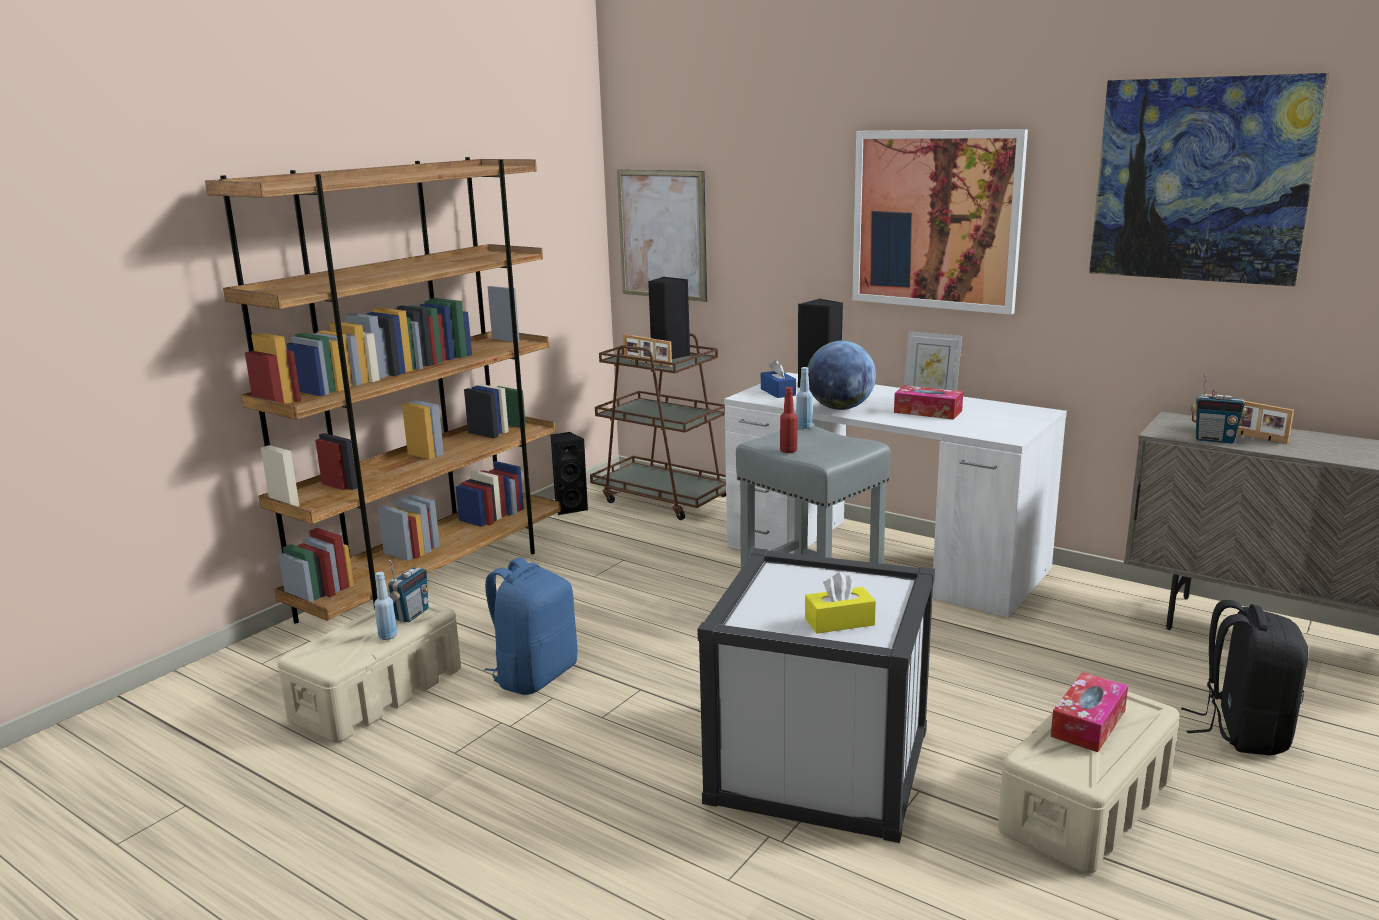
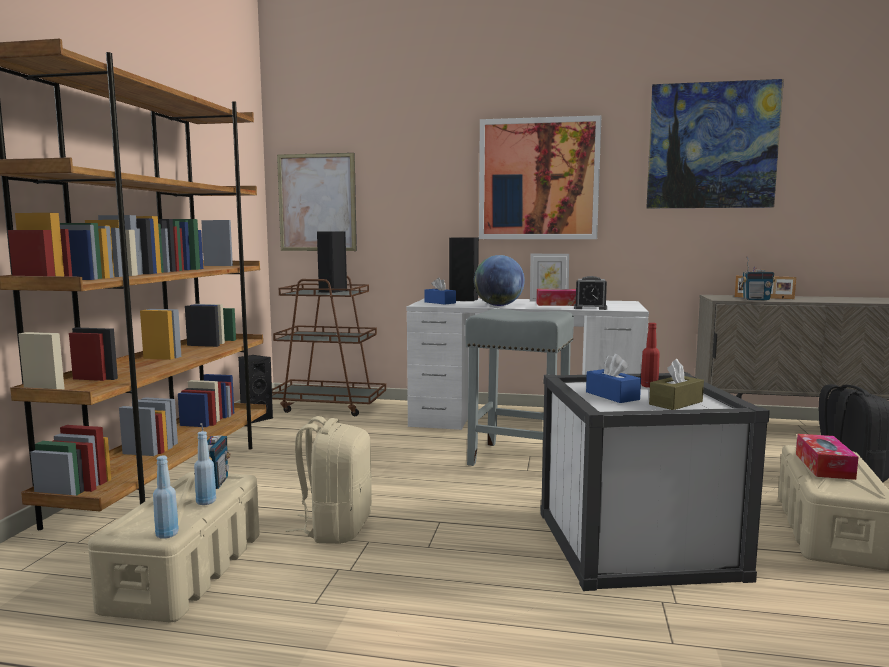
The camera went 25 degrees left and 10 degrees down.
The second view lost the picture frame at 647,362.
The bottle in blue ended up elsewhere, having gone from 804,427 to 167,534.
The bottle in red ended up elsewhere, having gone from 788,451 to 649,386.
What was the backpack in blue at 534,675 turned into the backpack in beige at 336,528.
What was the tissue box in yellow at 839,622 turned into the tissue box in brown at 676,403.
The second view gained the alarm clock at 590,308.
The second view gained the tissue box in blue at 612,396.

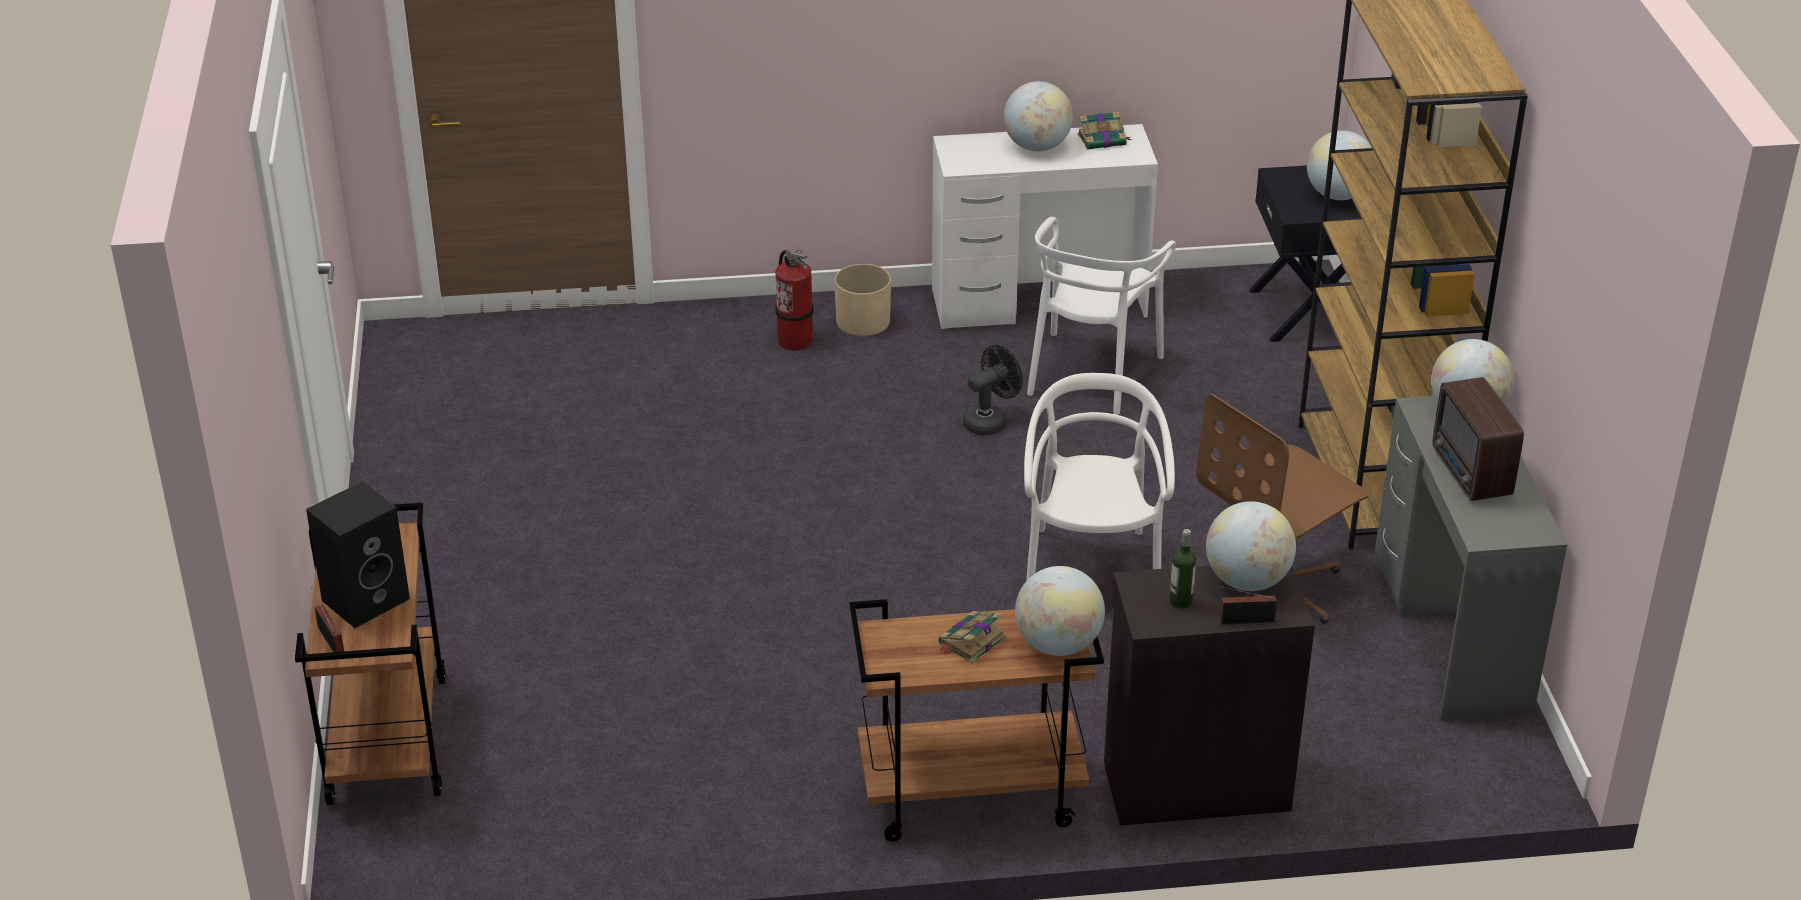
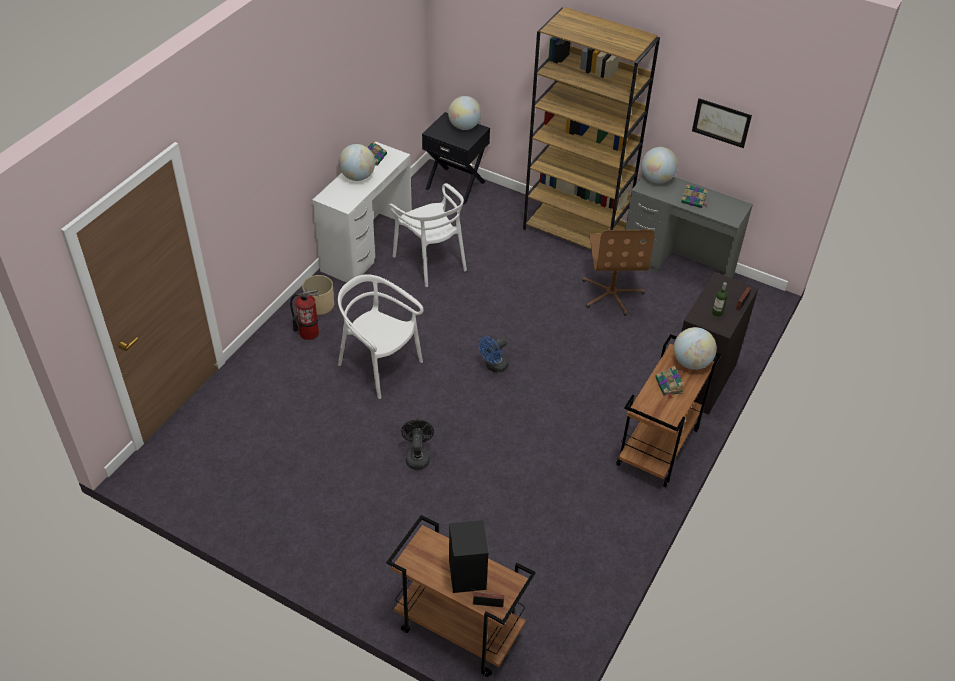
The camera went 55 degrees left and 10 degrees up.
The fan in black ended up elsewhere, having gone from 990,421 to 417,456.
The chair in white ended up elsewhere, having gone from 1091,572 to 379,366.
Where the radio stood at 1470,474, the book came to stand at 694,200.
The second view lost the globe at 1247,581.
The second view gained the picture at 721,122.
The second view gained the fan in blue at 494,366.

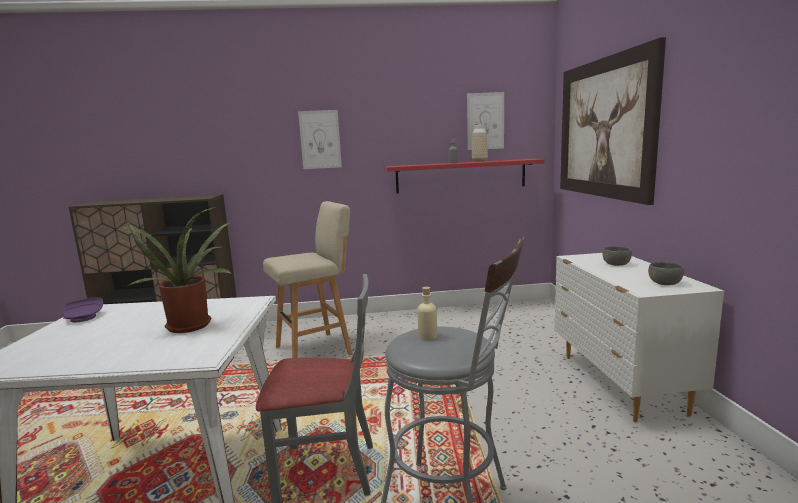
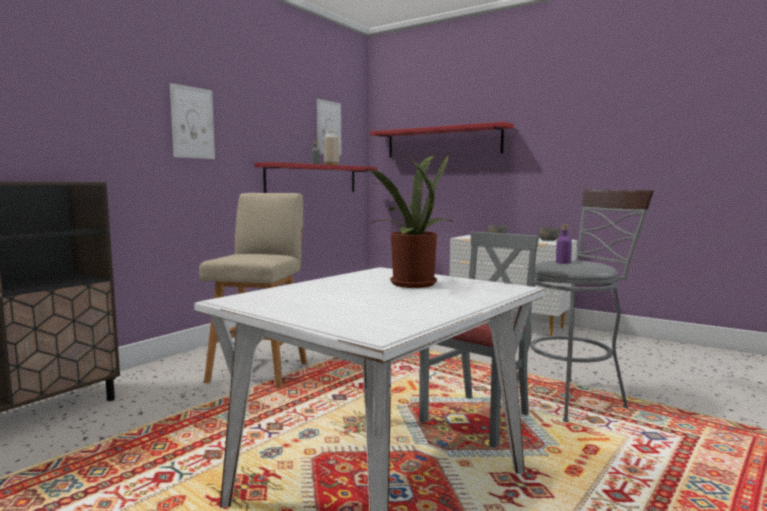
The camera went 50 degrees left and 5 degrees down.
Where the picture hung at 604,128, the shelf in red came to hang at 442,142.
What was the bottle in beige at 427,336 turned into the bottle in purple at 563,262.
The second view lost the plate in purple at 84,317.

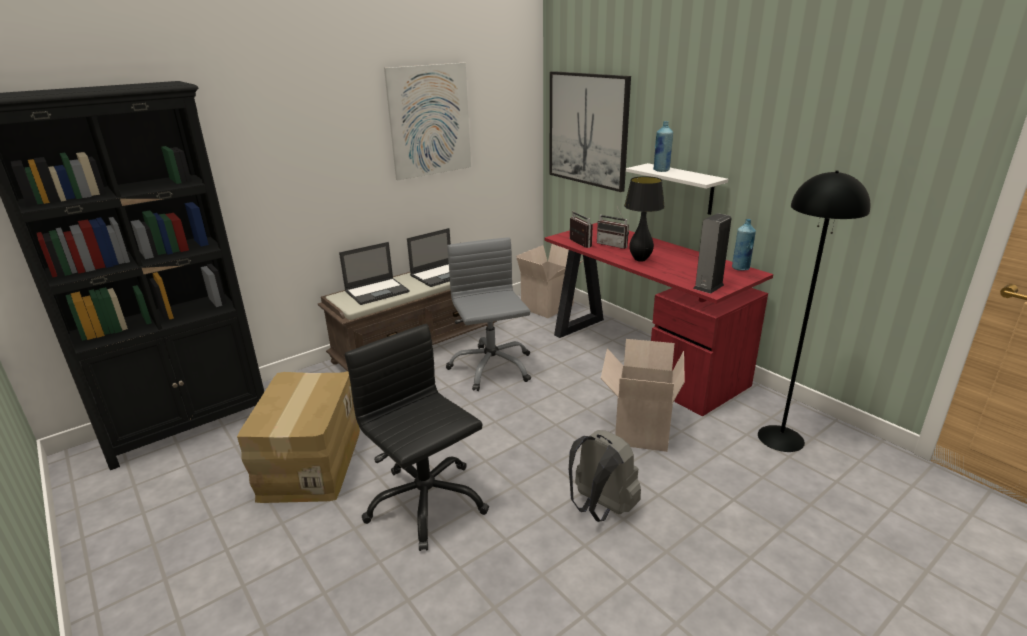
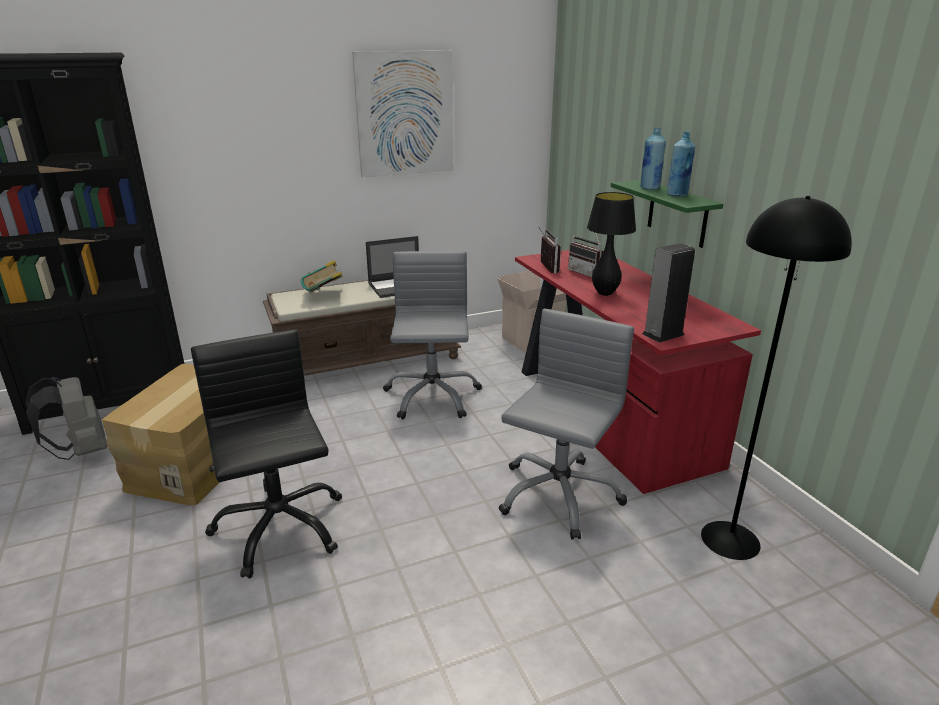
The camera went 15 degrees right and 0 degrees up.
The second view lost the picture at 588,129.
What was the shelf in white at 684,189 turned into the shelf in green at 677,213.
The bottle in blue ended up elsewhere, having gone from 740,268 to 677,195.
Where the laptop stood at 377,291, the book came to stand at 324,295.
Where the cardboard box stood at 640,429, the office chair in grey came to stand at 558,495.
The backpack in grey ended up elsewhere, having gone from 600,508 to 82,451.

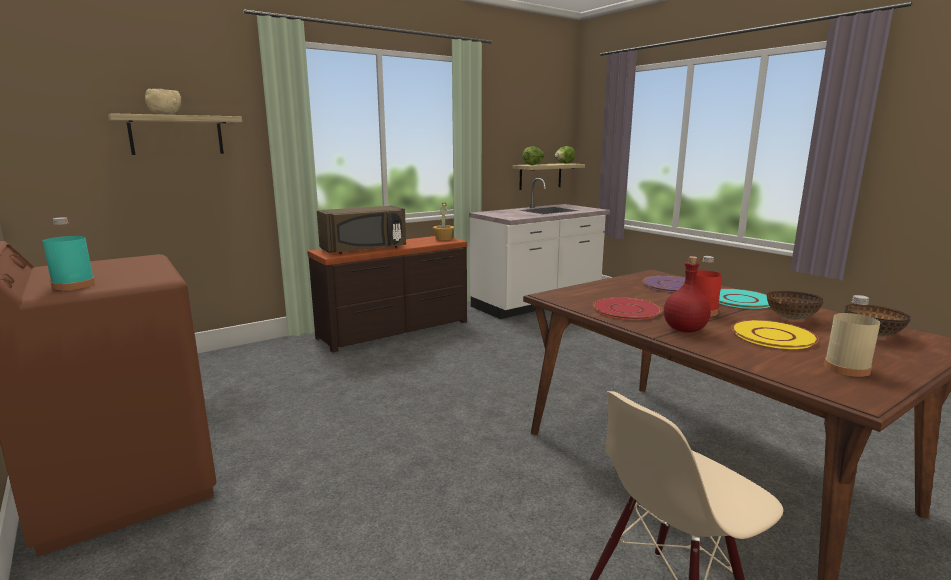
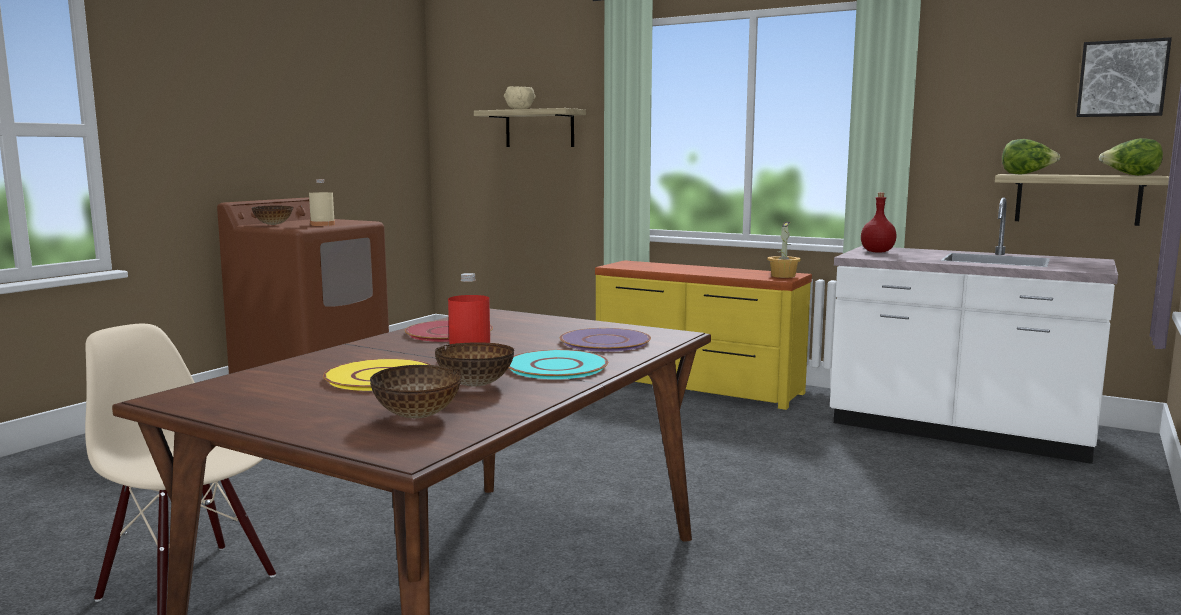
The camera went 65 degrees right and 5 degrees down.
The second view lost the microwave in brown at 365,249.
Where the bottle in turquoise stood at 73,285, the bowl came to stand at 273,224.
What was the dresser in brown at 395,330 turned into the dresser in yellow at 696,387.
The bottle in red ended up elsewhere, having gone from 685,330 to 877,252.
The bottle in beige ended up elsewhere, having gone from 846,368 to 322,224.
The second view gained the picture at 1122,78.

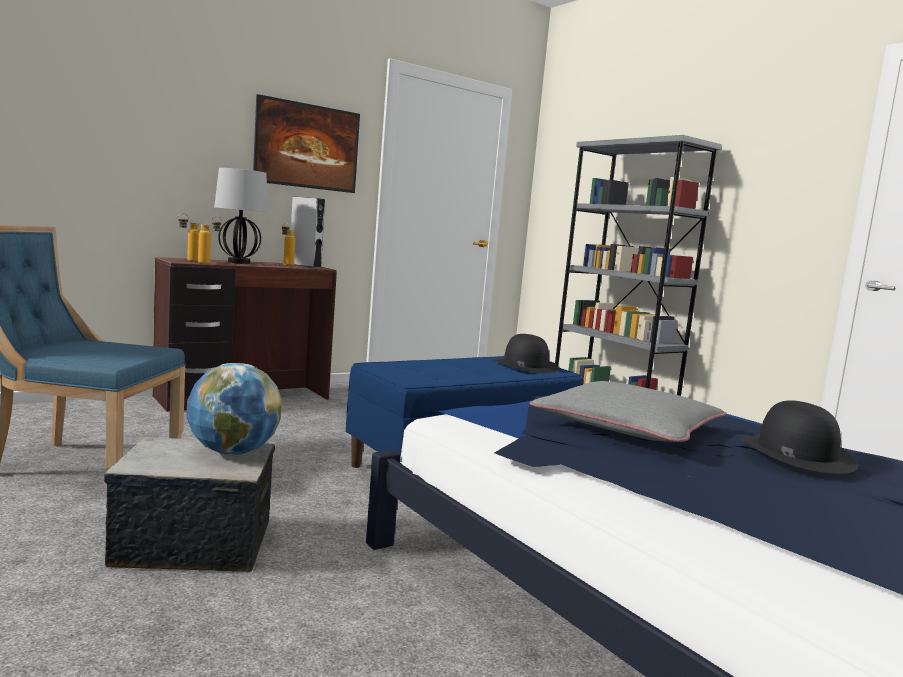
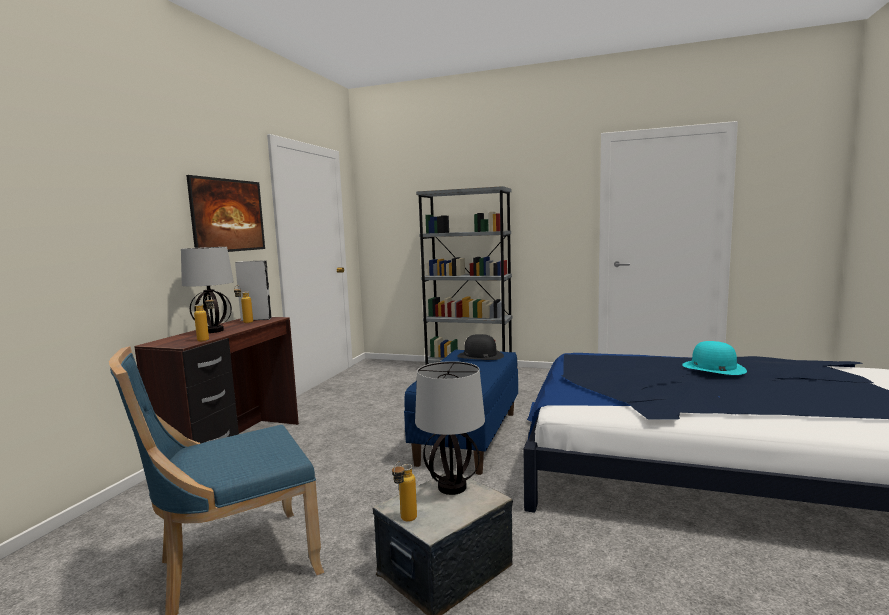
The camera went 35 degrees left and 0 degrees up.
The bottle ended up elsewhere, having gone from 188,260 to 405,521.
Where the globe stood at 232,452, the table lamp came to stand at 452,487.
The second view lost the pillow in grey at 627,426.
What was the hat in black at 796,453 turned into the hat in turquoise at 713,367.

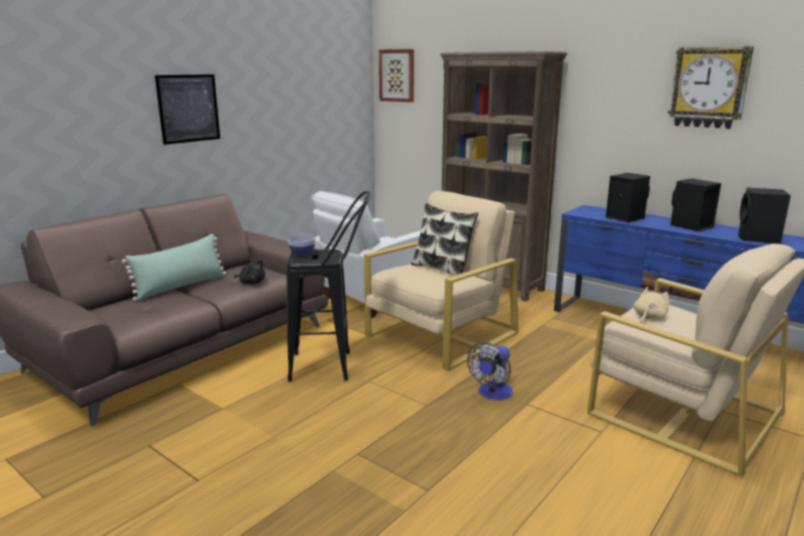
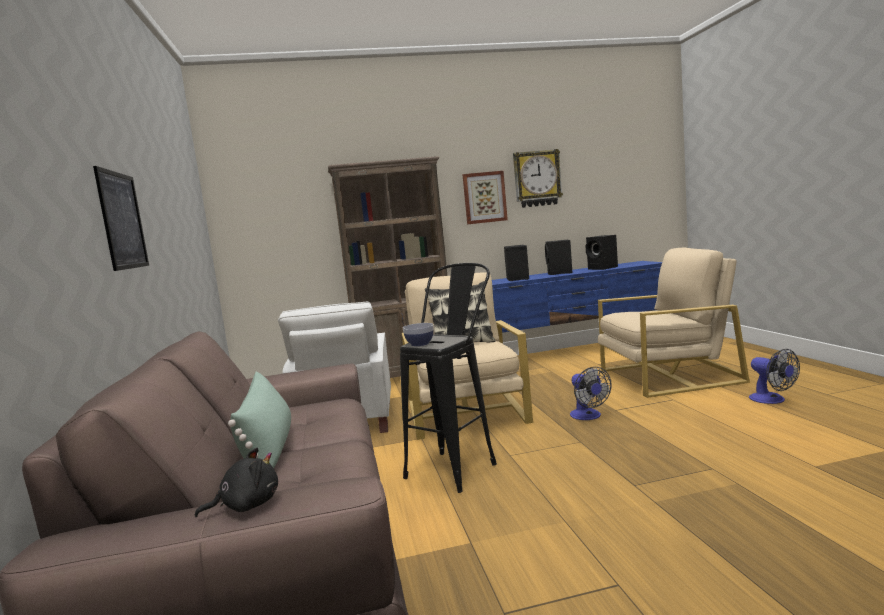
The camera went 50 degrees left and 10 degrees down.
The picture ended up elsewhere, having gone from 397,75 to 484,197.
The plush toy in black ended up elsewhere, having gone from 251,282 to 246,505.
The second view lost the plush toy in beige at 649,317.
The second view gained the fan at 772,400.

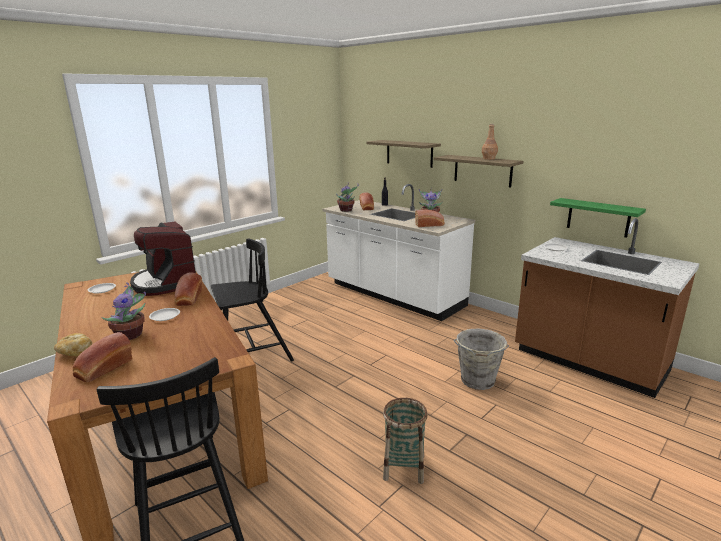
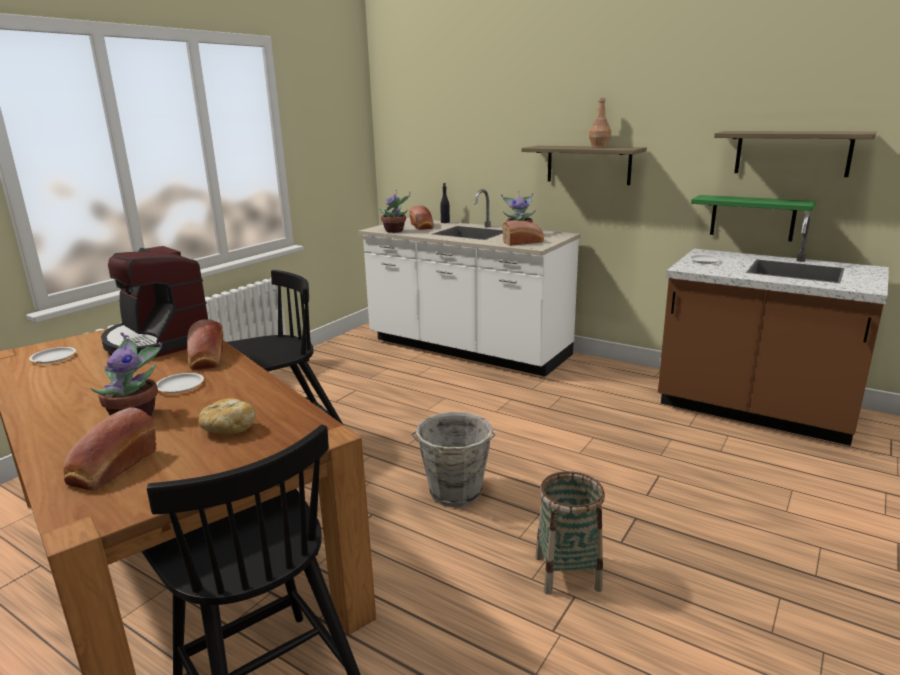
The camera went 10 degrees left and 0 degrees up.
The shelf ended up elsewhere, having gone from 409,153 to 792,153.
The bucket in grey ended up elsewhere, having gone from 477,381 to 455,493.
The bread ended up elsewhere, having gone from 75,352 to 228,429.

